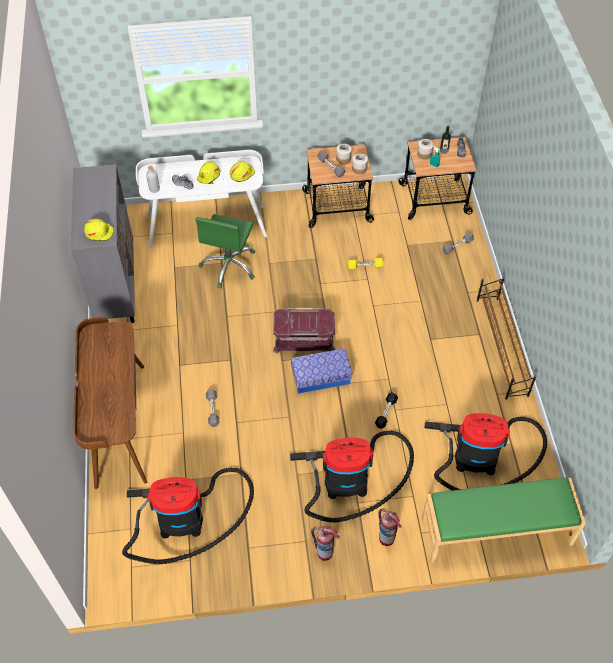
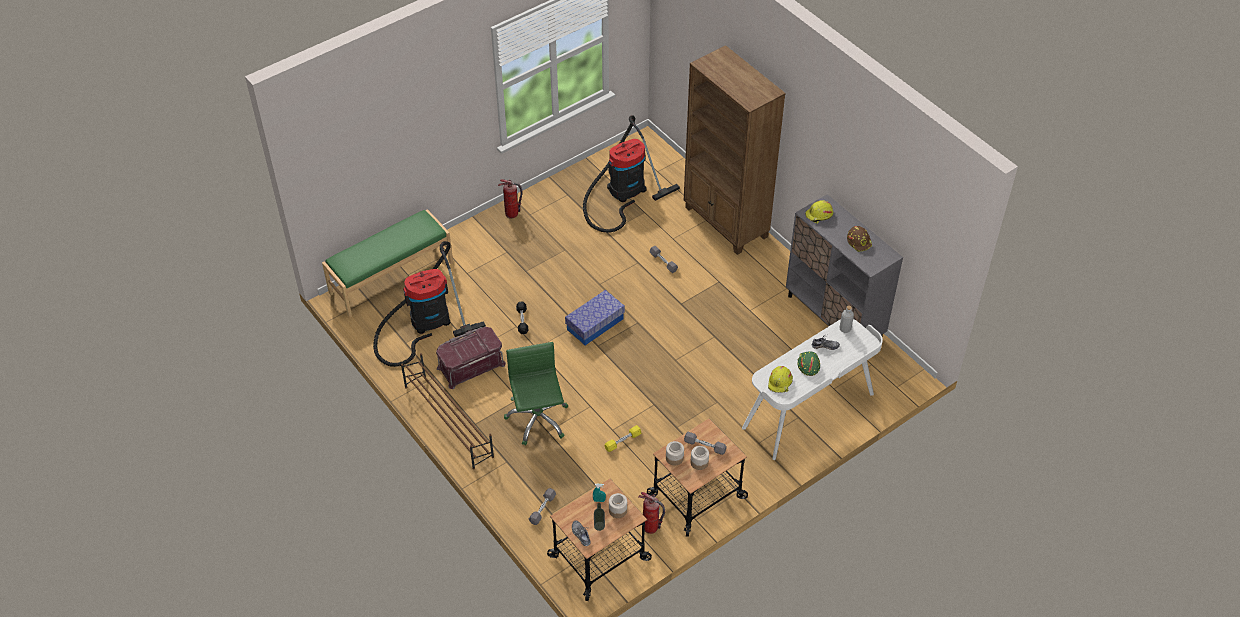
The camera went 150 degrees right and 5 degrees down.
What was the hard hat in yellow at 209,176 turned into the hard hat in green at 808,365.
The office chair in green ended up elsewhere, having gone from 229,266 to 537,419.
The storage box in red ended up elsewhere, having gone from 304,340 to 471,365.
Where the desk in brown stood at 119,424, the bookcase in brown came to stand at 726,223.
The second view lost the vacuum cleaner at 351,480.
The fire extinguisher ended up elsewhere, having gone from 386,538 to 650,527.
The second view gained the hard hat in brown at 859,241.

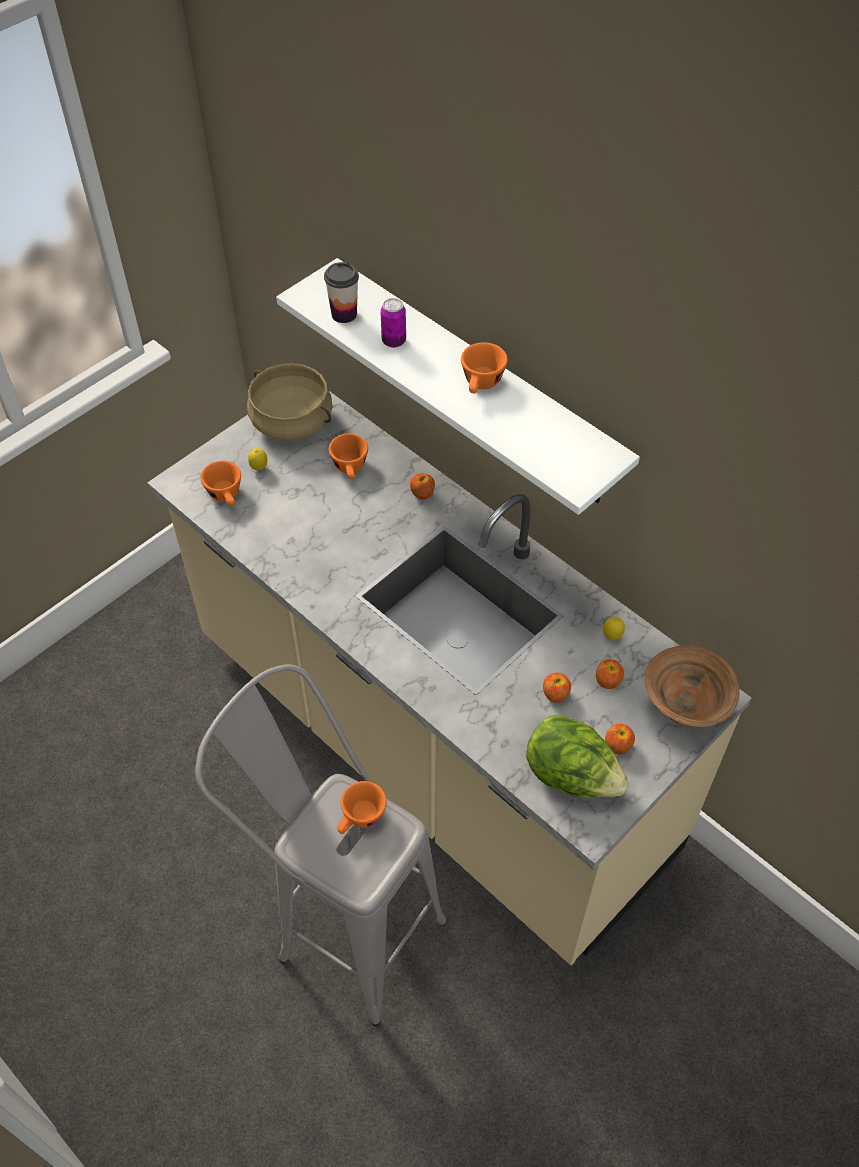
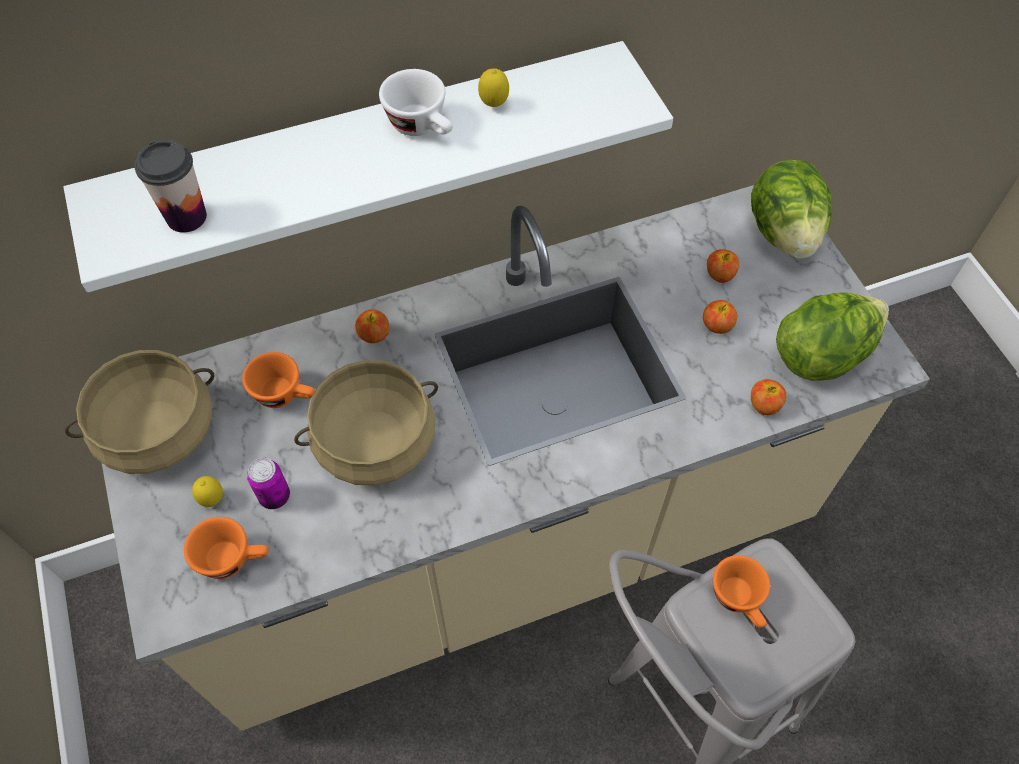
The camera went 65 degrees left and 5 degrees up.
The can ended up elsewhere, having gone from 394,341 to 275,496.
What was the cup in orange at 481,384 turned into the cup in white at 423,127.
The lemon ended up elsewhere, having gone from 612,637 to 494,105.
Where the bowl in brown stood at 683,714, the lettuce came to stand at 783,233.
The apple ended up elsewhere, having gone from 618,745 to 764,405.
The second view gained the cooking pot in beige at 375,440.

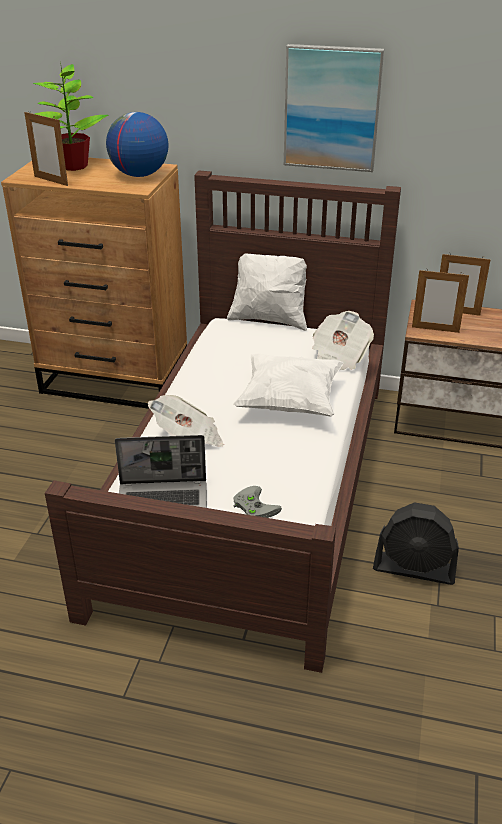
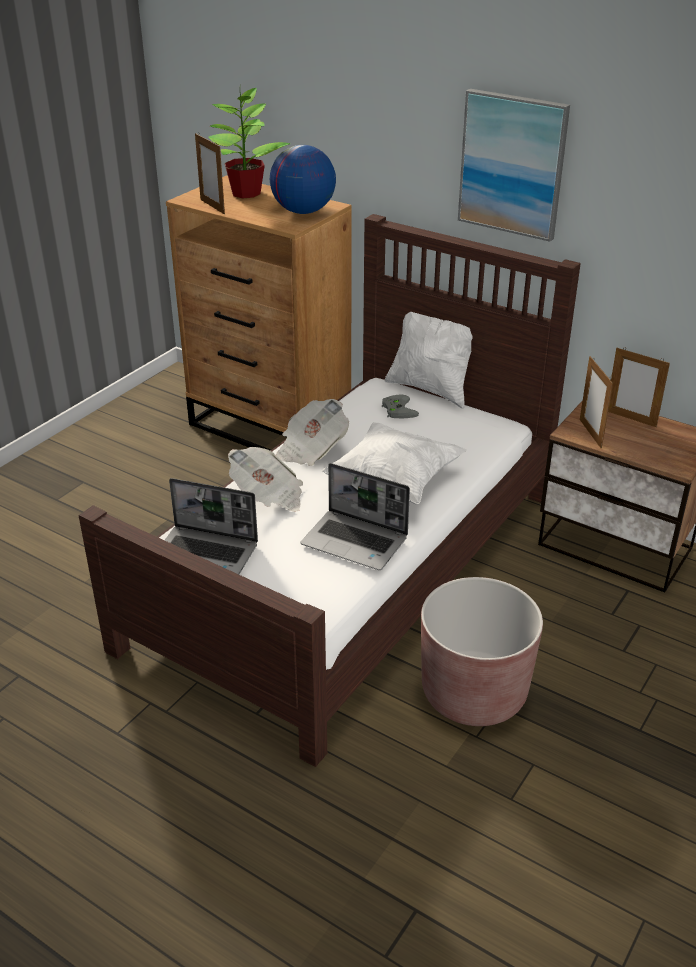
The camera went 20 degrees right and 0 degrees up.
The picture frame at 435,329 ended up facing another way, 45 degrees clockwise from before.
The newspaper ended up elsewhere, having gone from 338,357 to 311,449.
The game controller in grey ended up elsewhere, having gone from 253,506 to 397,409.
Where the fan in black stood at 414,568, the planter in brown came to stand at 473,692.
The second view gained the laptop at 356,541.

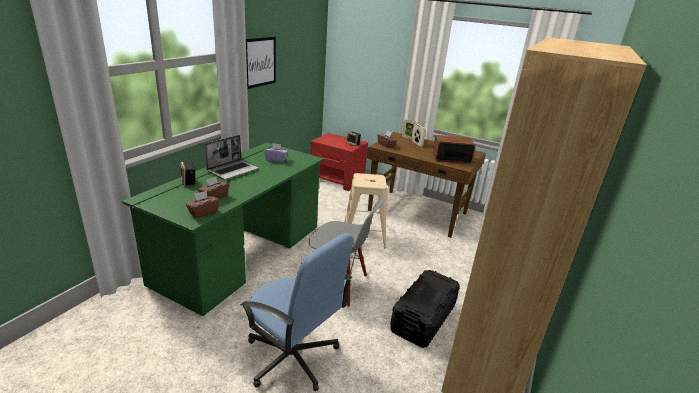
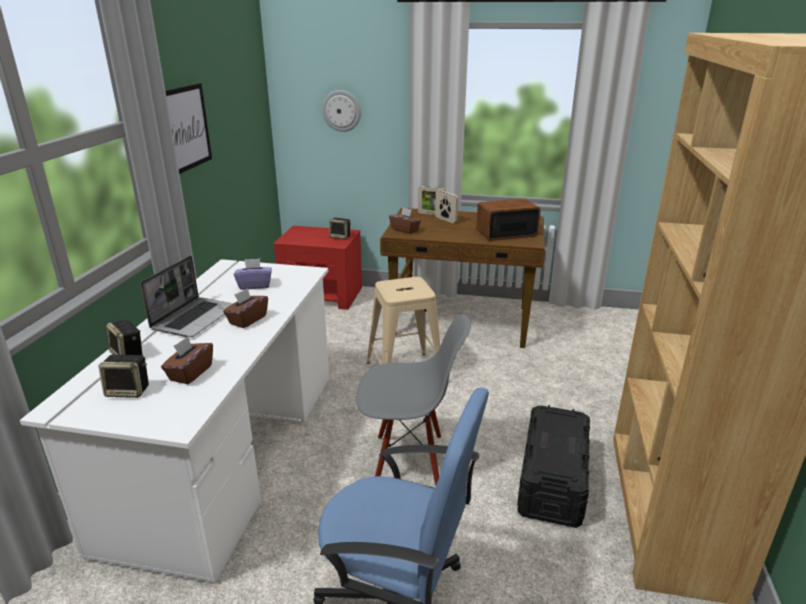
The camera went 15 degrees left and 0 degrees up.
What was the desk in green at 241,254 turned into the desk in white at 228,452.
The tissue box in brown ended up elsewhere, having gone from 203,212 to 247,320.
The second view gained the wall clock at 341,110.
The second view gained the speaker at 129,391.

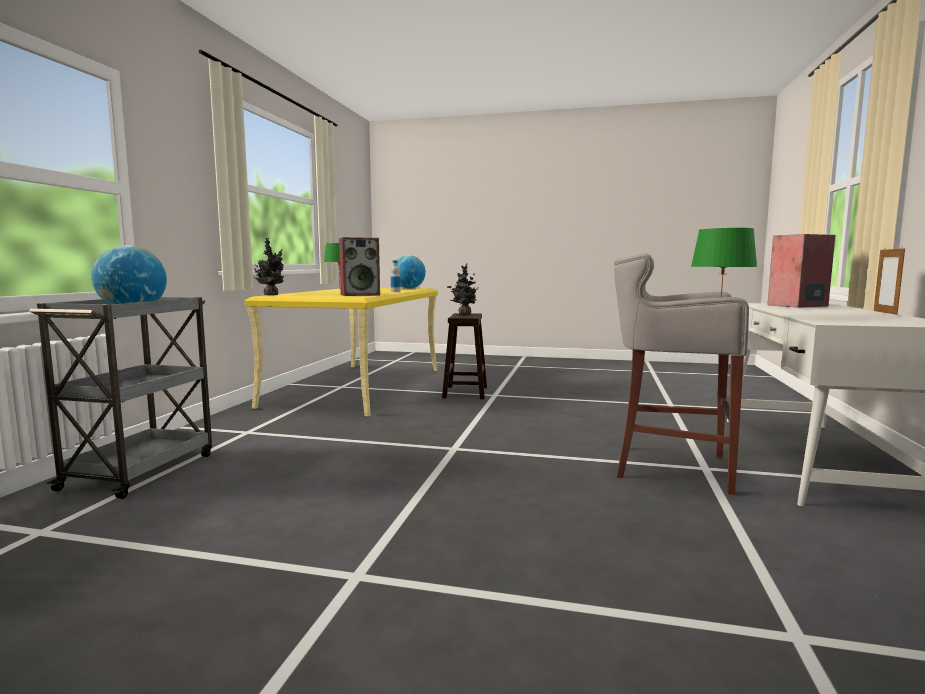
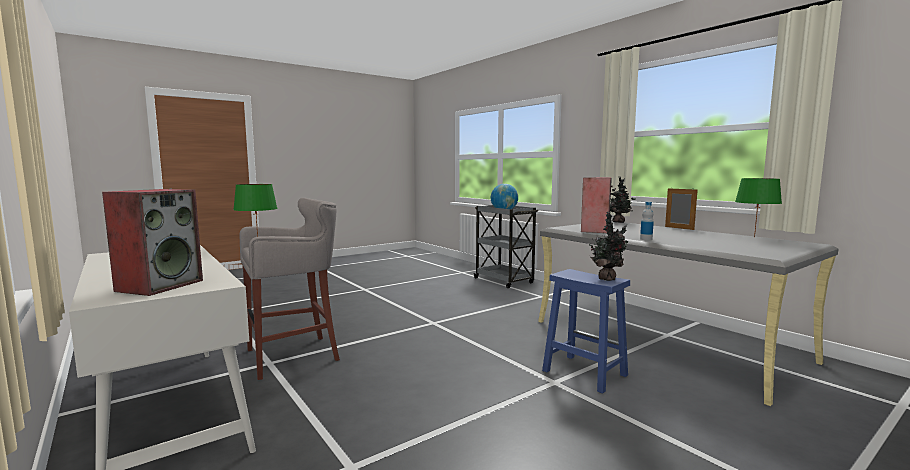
The camera went 130 degrees right and 0 degrees up.
The picture frame ended up elsewhere, having gone from 885,312 to 679,228.
The second view lost the globe at 409,288.
What was the desk in yellow at 359,386 turned into the desk in grey at 664,340.
What was the stool in brown at 465,392 turned into the stool in blue at 583,372.

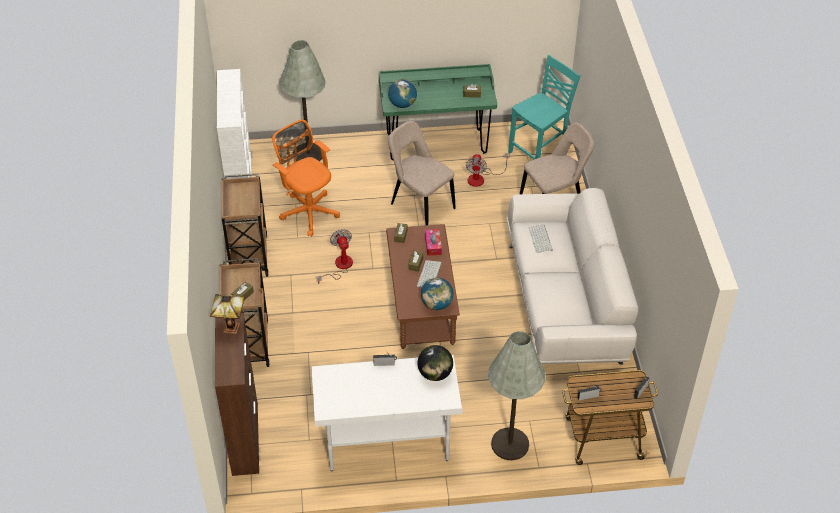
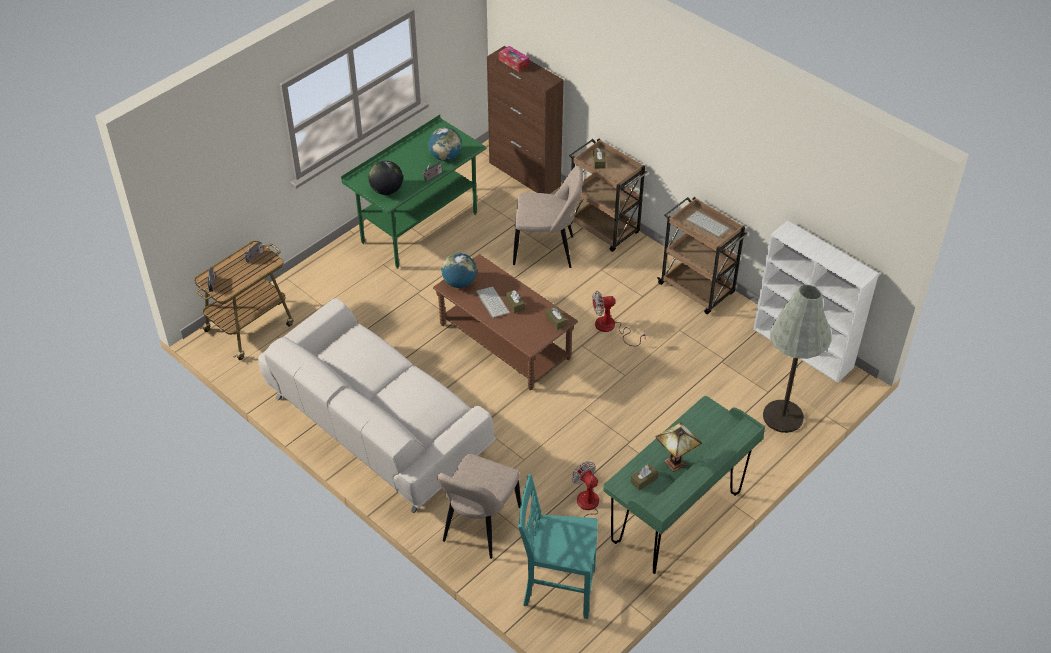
The camera went 140 degrees right and 0 degrees up.
The chair in turquoise at 539,152 ended up facing another way, 90 degrees clockwise from before.
The globe ended up elsewhere, having gone from 402,104 to 445,157.
The second view lost the office chair in orange at 308,211.
The chair in beige ended up elsewhere, having gone from 420,205 to 547,251.
The keyboard ended up elsewhere, having gone from 541,239 to 706,224.
The fan at 339,267 ended up facing another way, 135 degrees clockwise from before.
The tissue box ended up elsewhere, having gone from 433,245 to 514,62.
The table lamp ended up elsewhere, having gone from 230,328 to 675,462.
The second view lost the floor lamp in grey at 510,444.
What was the desk in white at 387,443 turned into the desk in green at 419,228.

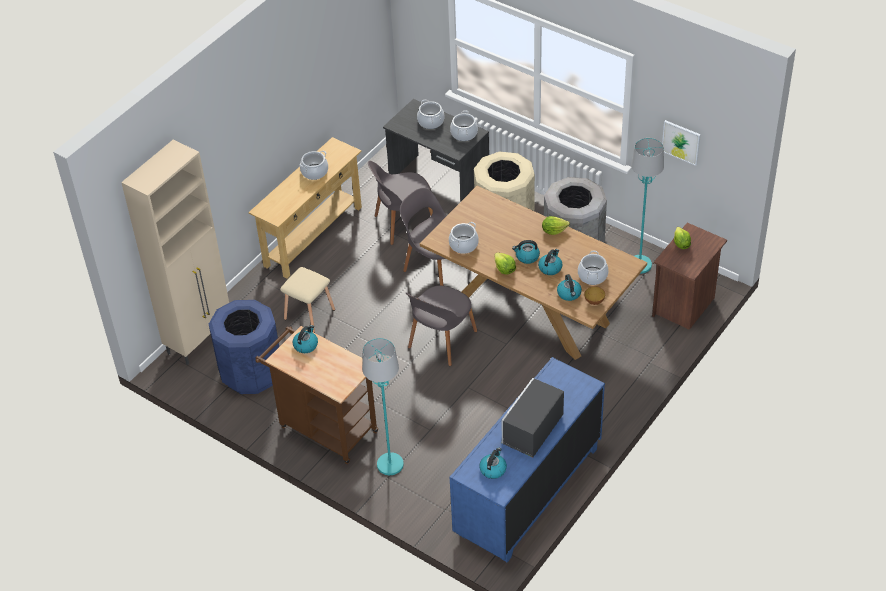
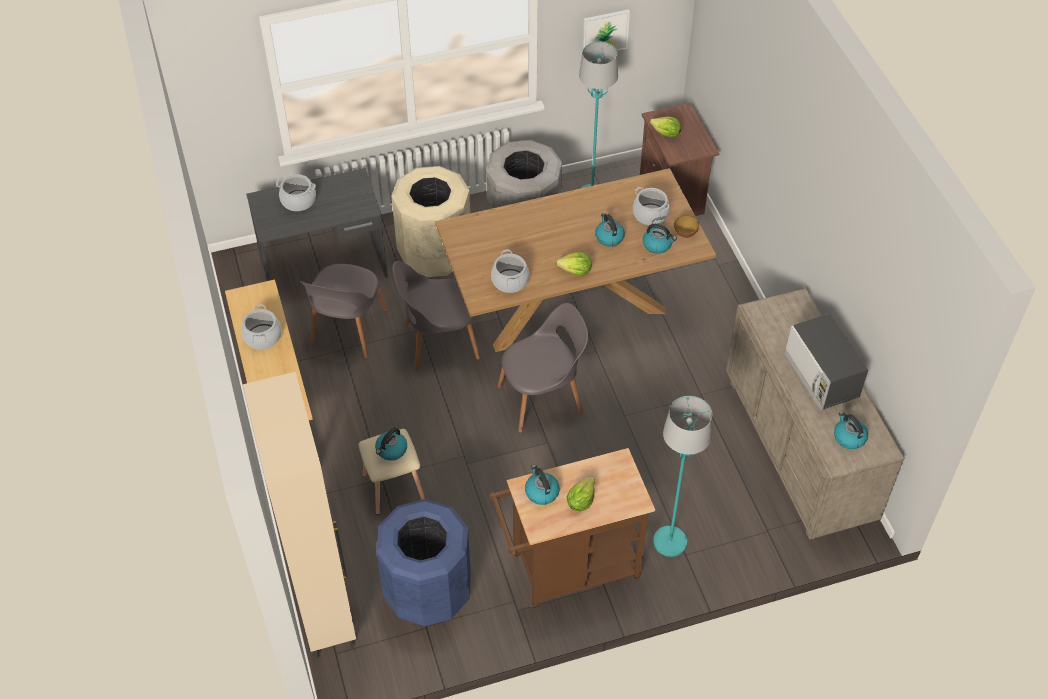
The camera went 55 degrees left and 5 degrees up.
The second view lost the cooking pot at 464,134.
The lettuce ended up elsewhere, having gone from 554,231 to 581,501.
The kettle ended up elsewhere, having gone from 527,257 to 391,450.
The chair in grey at 441,341 ended up facing another way, 90 degrees counterclockwise from before.
What was the dresser in blue at 528,491 turned into the dresser in beige at 798,450.

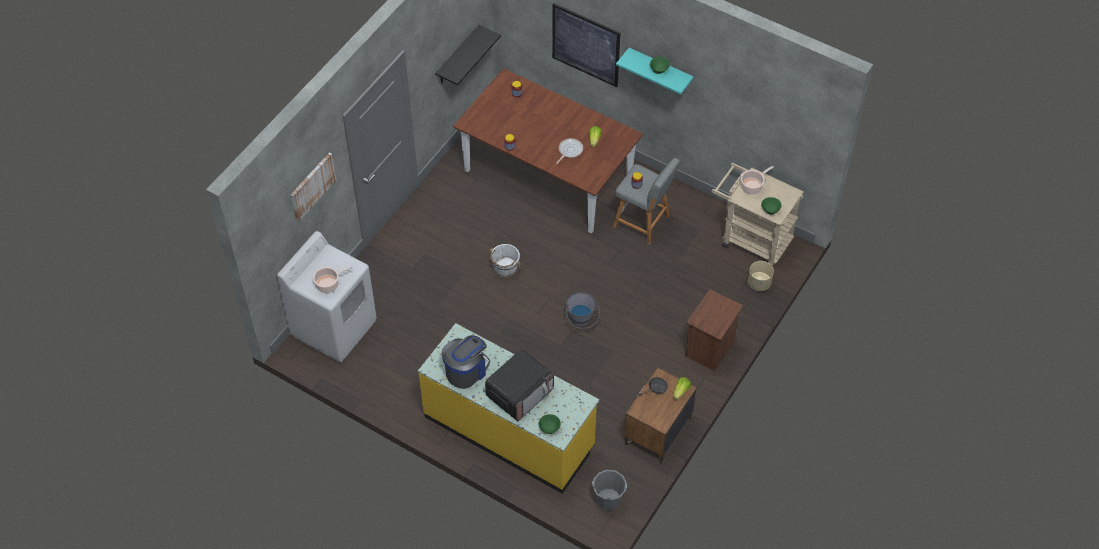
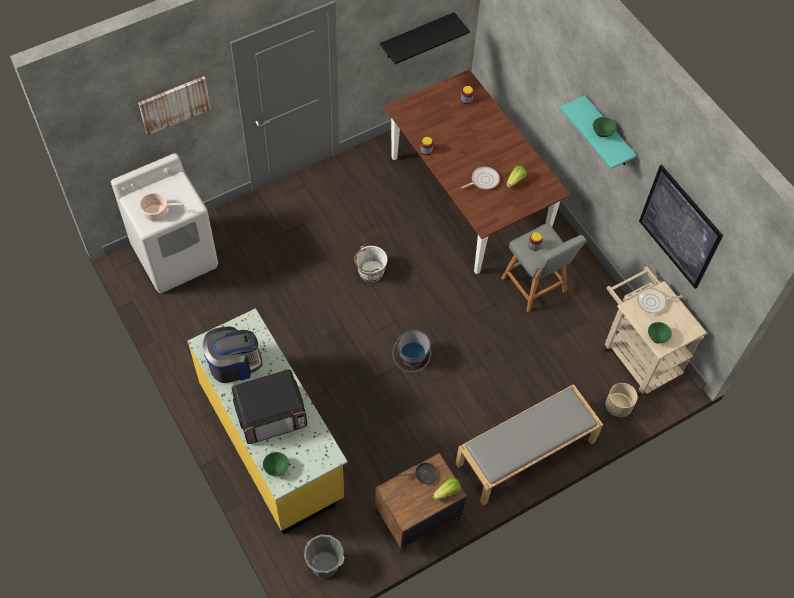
The camera went 25 degrees right and 5 degrees up.
The picture ended up elsewhere, having gone from 586,44 to 679,227.
Where the cooking pot stood at 752,186, the frying pan came to stand at 653,302.
Where the nightstand in brown stood at 710,349, the bench in grey came to stand at 525,453.

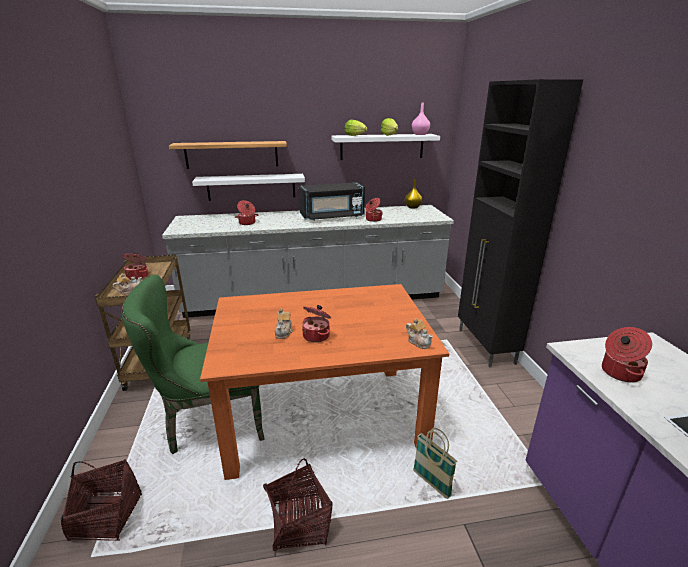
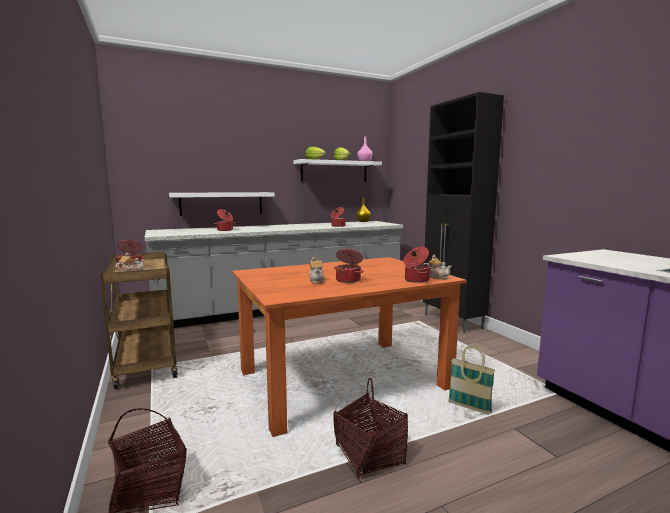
The camera went 15 degrees left and 15 degrees down.
The second view lost the shelf at 232,154.
The second view lost the microwave in black at 332,217.
The second view lost the chair in green at 209,423.
The cooking pot ended up elsewhere, having gone from 619,372 to 416,280.

